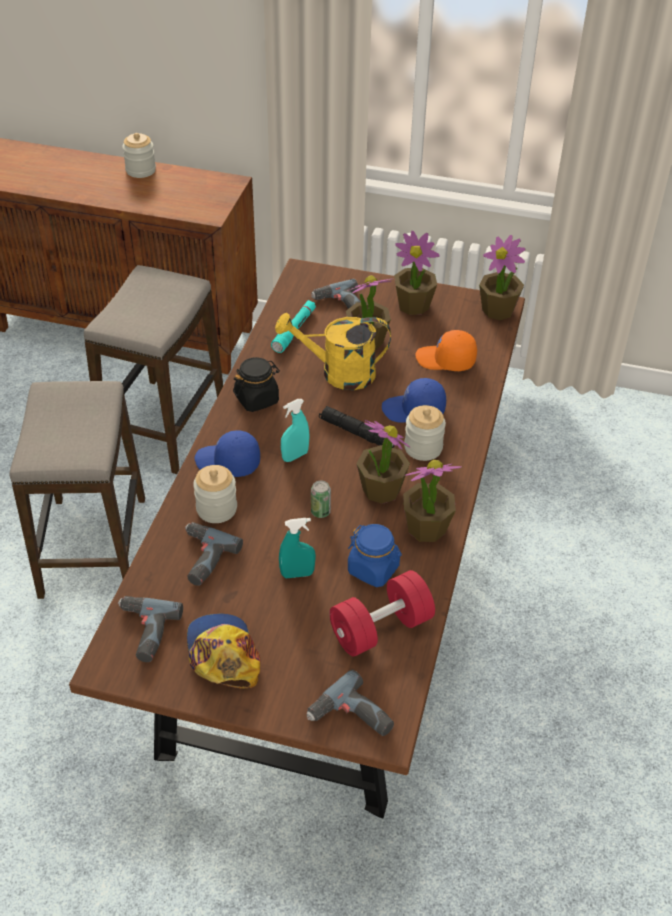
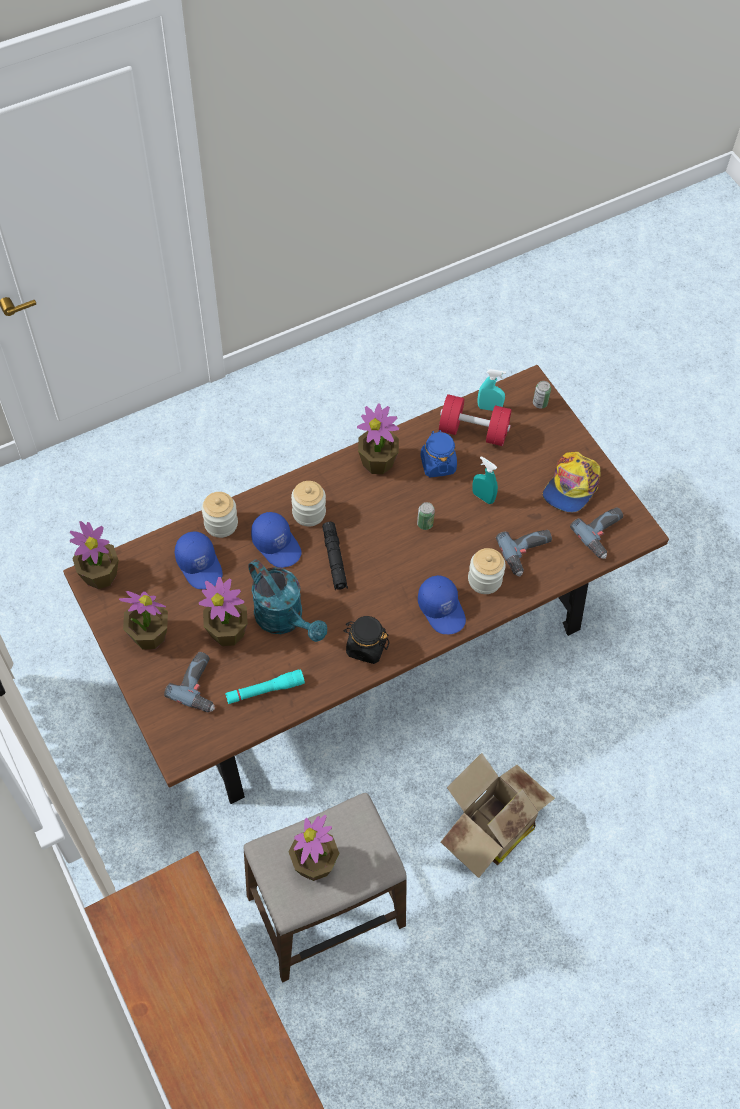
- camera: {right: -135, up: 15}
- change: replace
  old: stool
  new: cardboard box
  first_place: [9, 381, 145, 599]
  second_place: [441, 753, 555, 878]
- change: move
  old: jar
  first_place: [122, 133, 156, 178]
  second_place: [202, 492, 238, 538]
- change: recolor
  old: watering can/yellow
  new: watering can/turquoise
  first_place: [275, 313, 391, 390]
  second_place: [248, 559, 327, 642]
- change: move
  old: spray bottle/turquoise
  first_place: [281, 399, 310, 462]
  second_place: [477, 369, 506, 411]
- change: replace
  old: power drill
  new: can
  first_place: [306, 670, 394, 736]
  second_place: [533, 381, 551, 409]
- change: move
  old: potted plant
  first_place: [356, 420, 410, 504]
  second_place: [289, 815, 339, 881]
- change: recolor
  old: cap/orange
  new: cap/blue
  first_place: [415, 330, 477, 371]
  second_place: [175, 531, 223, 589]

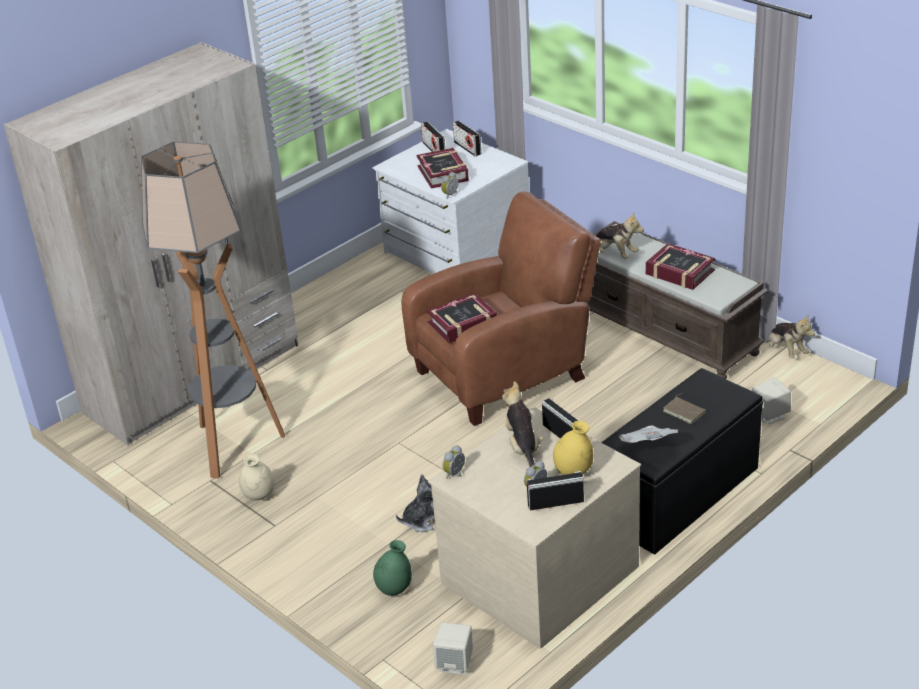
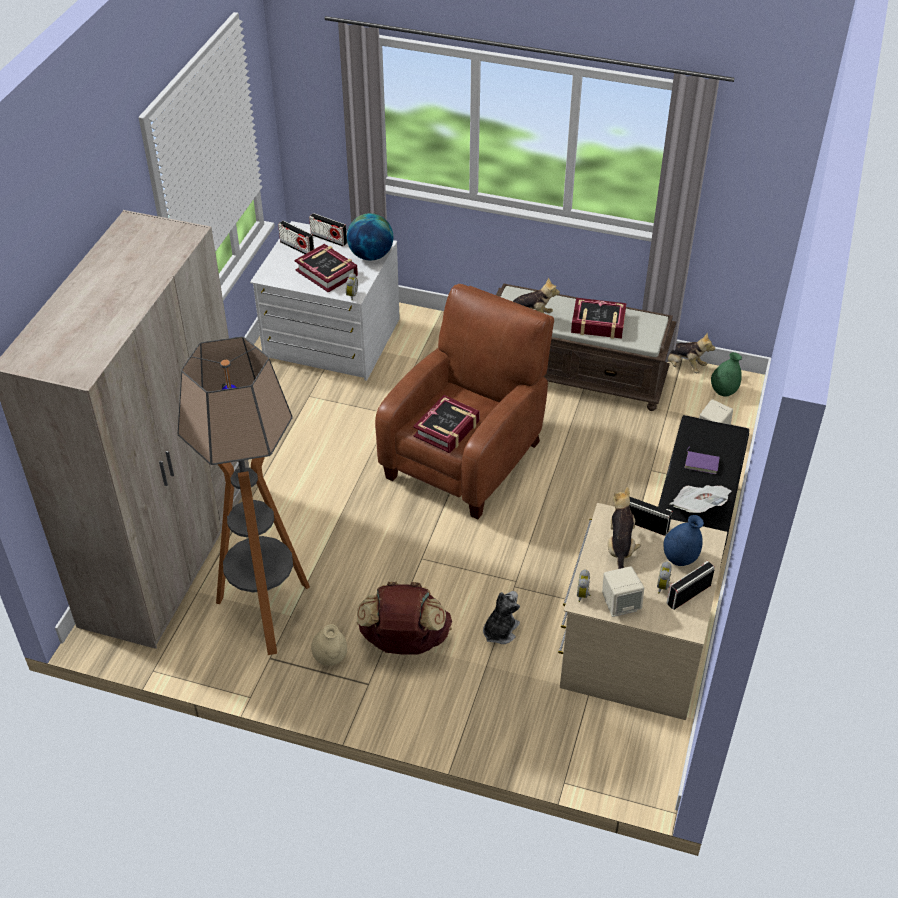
- camera: {right: -30, up: 10}
- change: move
  old: vase/green
  first_place: [373, 540, 412, 596]
  second_place: [711, 352, 742, 397]
- change: move
  old: speaker/beige
  first_place: [433, 623, 473, 675]
  second_place: [602, 566, 644, 617]
- change: rotate
  old: plush toy
  first_place: [502, 381, 544, 467]
  second_place: [608, 487, 641, 569]
  degrees: 45
- change: recolor
  old: vase/yellow
  new: vase/blue
  first_place: [553, 421, 593, 475]
  second_place: [663, 515, 704, 566]
- change: recolor
  old: book/brown
  new: book/purple
  first_place: [663, 394, 706, 424]
  second_place: [684, 446, 720, 474]
- change: insert
  new: globe
  second_place: [347, 213, 393, 261]
- change: insert
  new: backpack/brown
  second_place: [357, 582, 452, 655]

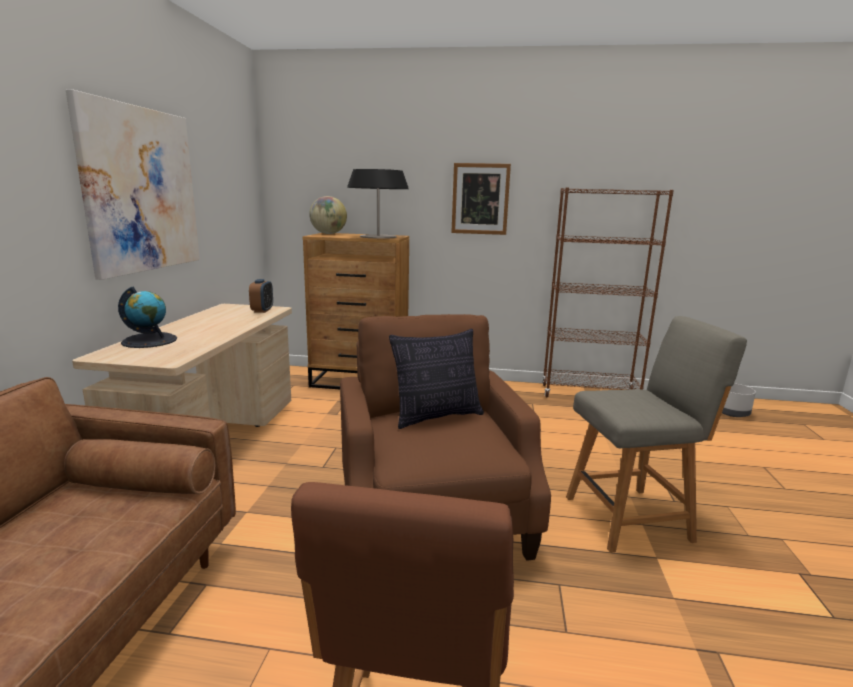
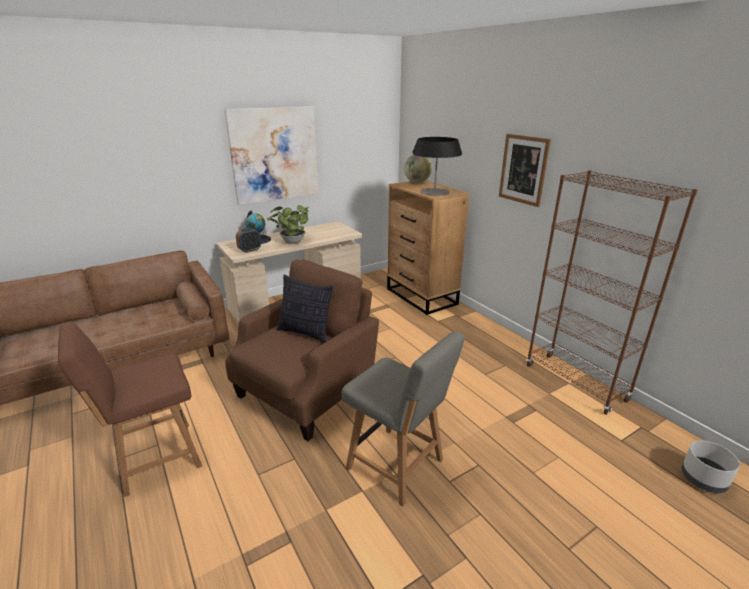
- camera: {right: 50, up: 10}
- change: move
  old: alarm clock
  first_place: [249, 279, 273, 313]
  second_place: [236, 228, 261, 253]
- change: insert
  new: potted plant
  second_place: [267, 205, 309, 244]

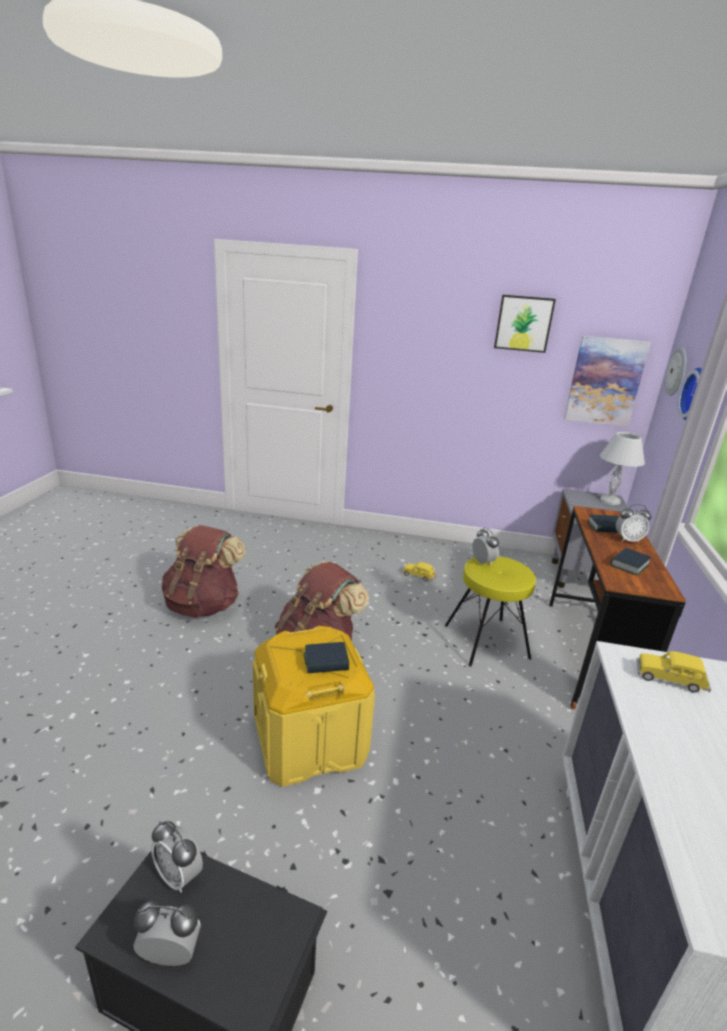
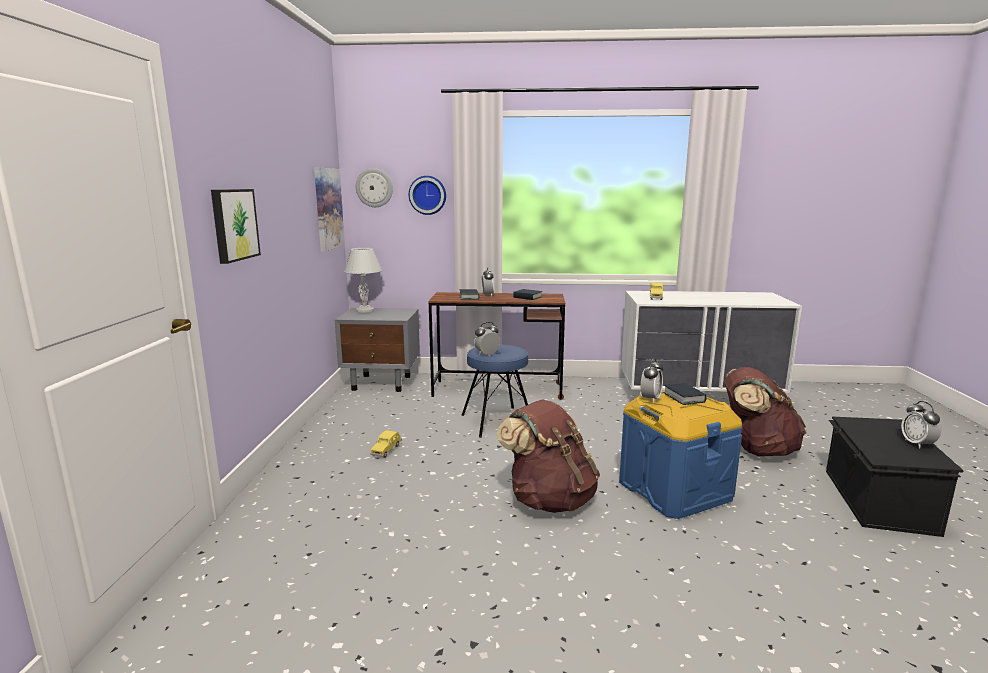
- camera: {right: -95, up: -10}
- change: move
  old: alarm clock
  first_place: [151, 821, 203, 893]
  second_place: [641, 358, 663, 403]
- change: move
  old: backpack/brown
  first_place: [162, 525, 246, 618]
  second_place: [724, 367, 806, 456]
- change: recolor
  old: storage box/yellow
  new: storage box/blue
  first_place: [253, 626, 375, 787]
  second_place: [619, 391, 742, 519]
- change: recolor
  old: stool/yellow
  new: stool/blue
  first_place: [445, 556, 536, 667]
  second_place: [462, 345, 528, 438]
- change: move
  old: picture
  first_place: [494, 295, 556, 353]
  second_place: [211, 189, 261, 264]

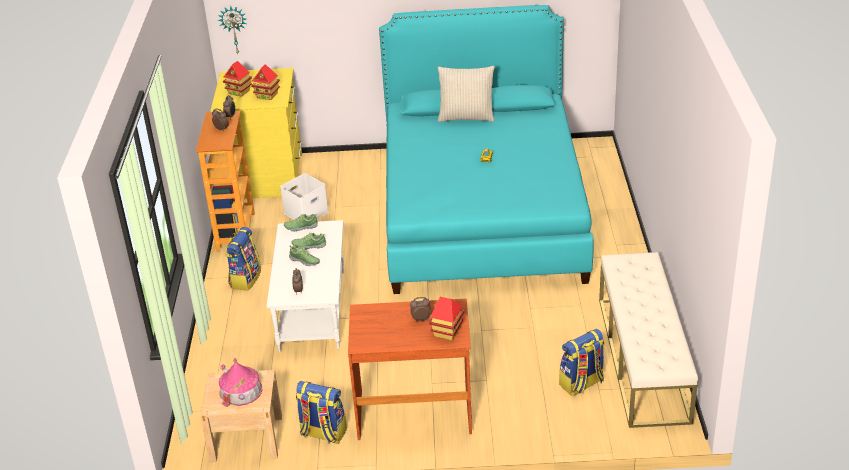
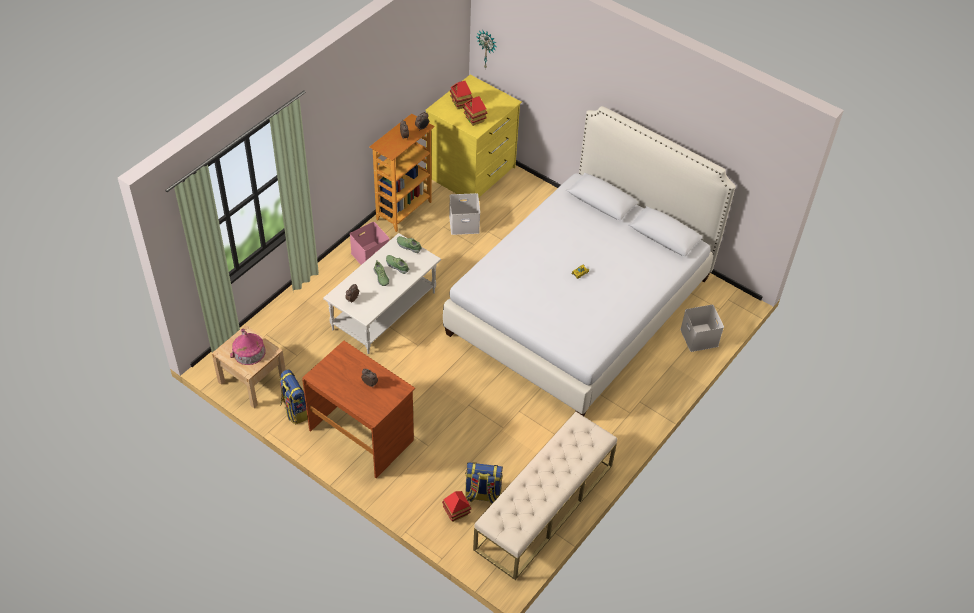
- camera: {right: 35, up: 15}
- change: replace
  old: backpack
  new: storage box/pink
  first_place: [226, 227, 261, 291]
  second_place: [350, 222, 389, 265]
- change: recolor
  old: bed/turquoise
  new: bed/white
  first_place: [379, 5, 594, 294]
  second_place: [443, 106, 736, 416]
- change: move
  old: toy house
  first_place: [429, 297, 464, 340]
  second_place: [442, 491, 472, 522]
- change: delete
  old: pillow/beige
  first_place: [438, 66, 495, 122]
- change: insert
  new: storage box/white
  second_place: [680, 305, 724, 352]

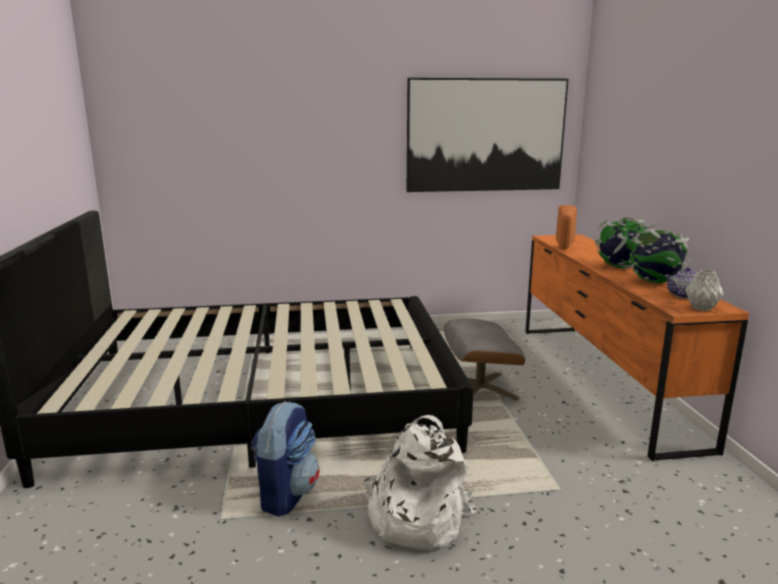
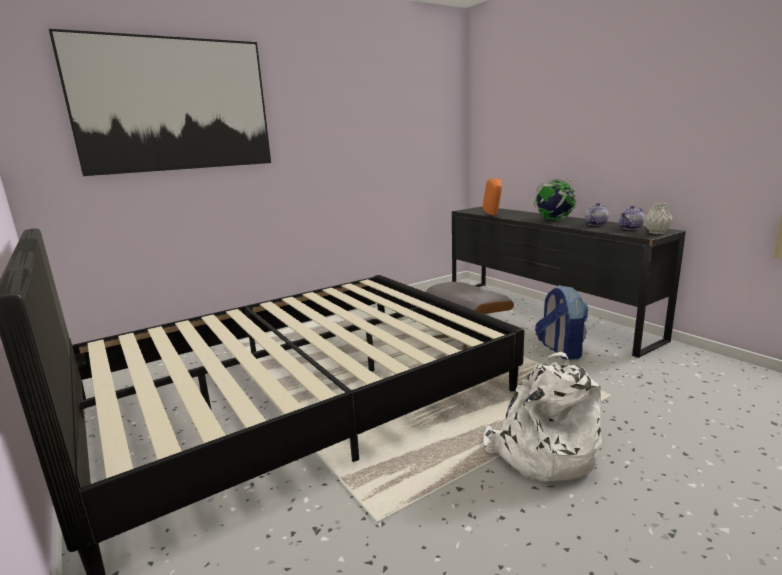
- camera: {right: -25, up: 0}
- change: move
  old: backpack
  first_place: [250, 401, 320, 516]
  second_place: [535, 285, 589, 360]
- change: move
  old: picture
  first_place: [407, 78, 568, 192]
  second_place: [49, 29, 271, 176]
- change: recolor
  old: dresser/orange
  new: dresser/black
  first_place: [525, 234, 749, 461]
  second_place: [452, 207, 686, 358]
- change: replace
  old: globe
  new: teapot
  first_place: [629, 225, 690, 283]
  second_place: [585, 203, 609, 226]

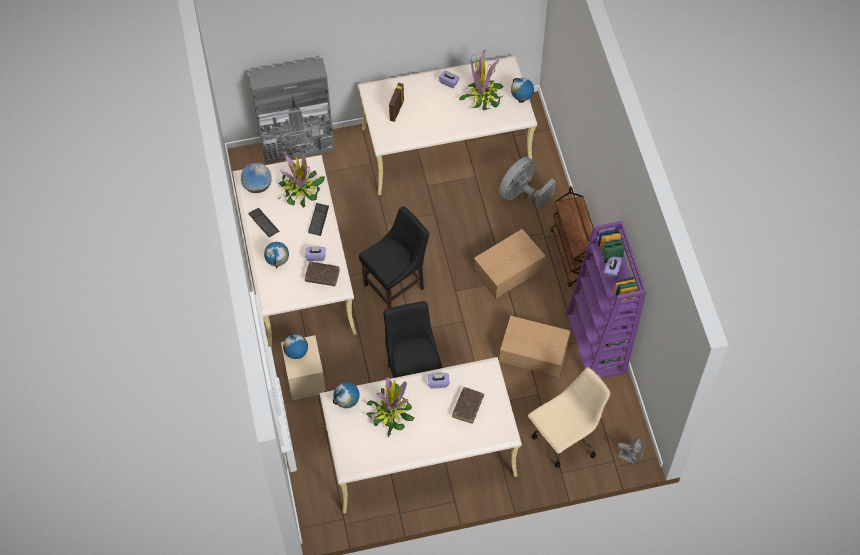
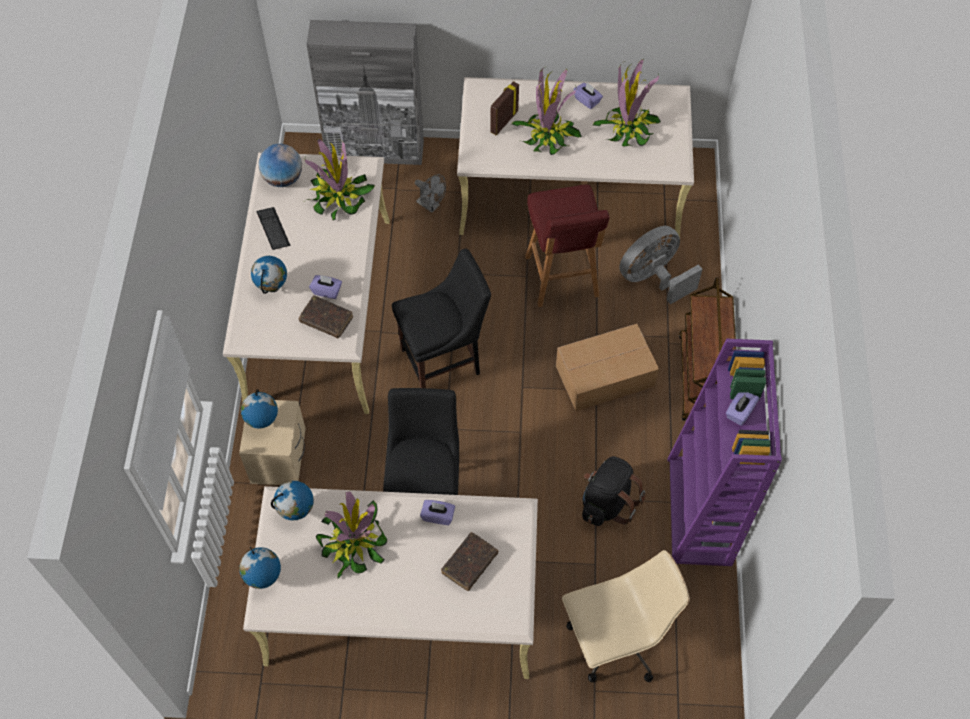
- camera: {right: 15, up: 0}
- change: delete
  old: keyboard
  first_place: [308, 203, 329, 236]
- change: replace
  old: cardboard box
  new: backpack/black
  first_place: [499, 316, 570, 377]
  second_place: [582, 456, 645, 526]
- change: move
  old: globe
  first_place: [511, 78, 534, 103]
  second_place: [239, 547, 281, 589]
- change: move
  old: fan/grey
  first_place: [618, 436, 645, 464]
  second_place: [415, 174, 446, 213]
- change: insert
  new: potted plant
  second_place: [512, 66, 582, 155]
- change: insert
  new: stool/red
  second_place: [525, 185, 610, 307]

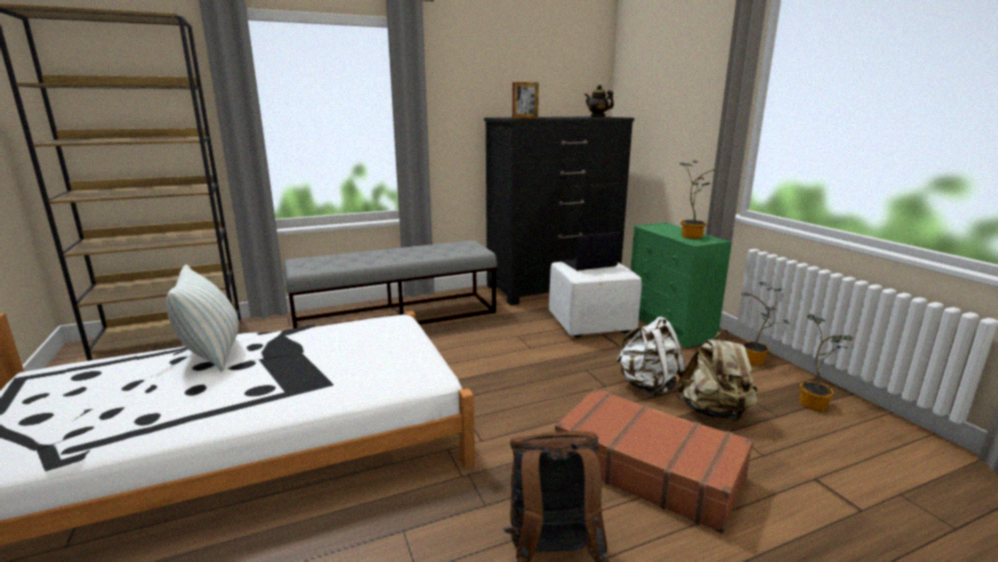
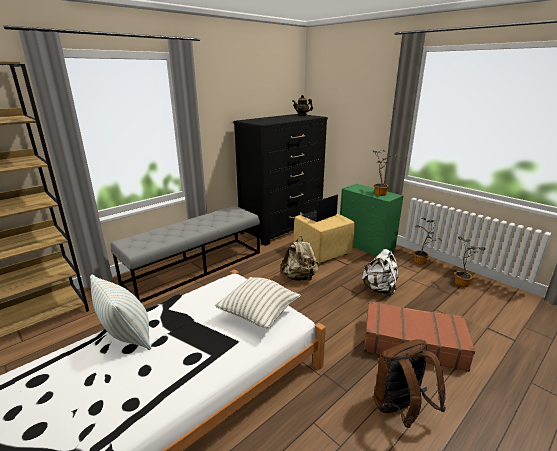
- camera: {right: -20, up: 5}
- change: delete
  old: picture frame
  first_place: [512, 82, 539, 119]
- change: recolor
  old: ottoman/white
  new: ottoman/yellow
  first_place: [549, 262, 642, 338]
  second_place: [294, 213, 355, 263]
- change: move
  old: backpack/beige
  first_place: [676, 330, 758, 421]
  second_place: [281, 236, 319, 281]
- change: insert
  new: pillow
  second_place: [215, 277, 301, 329]

